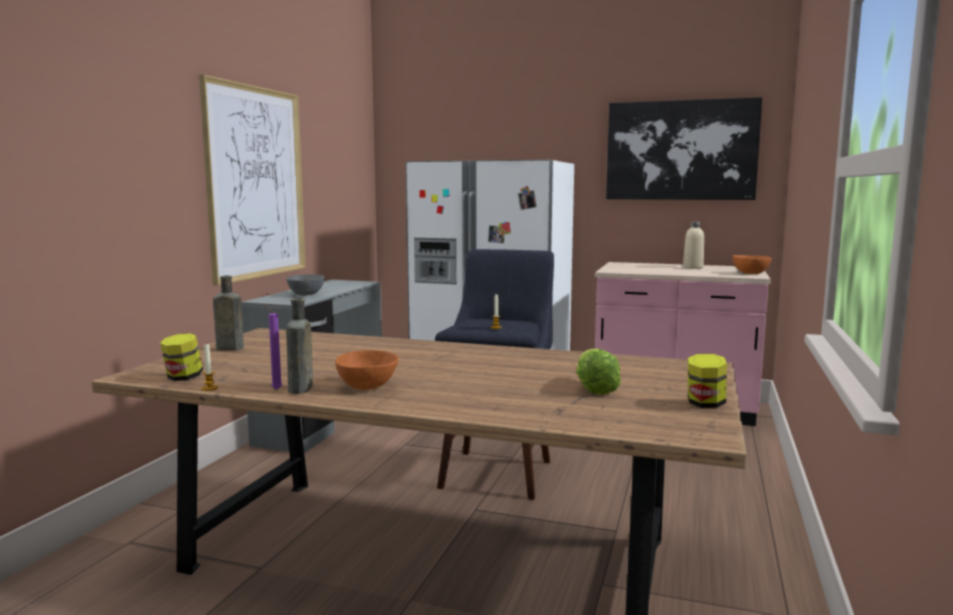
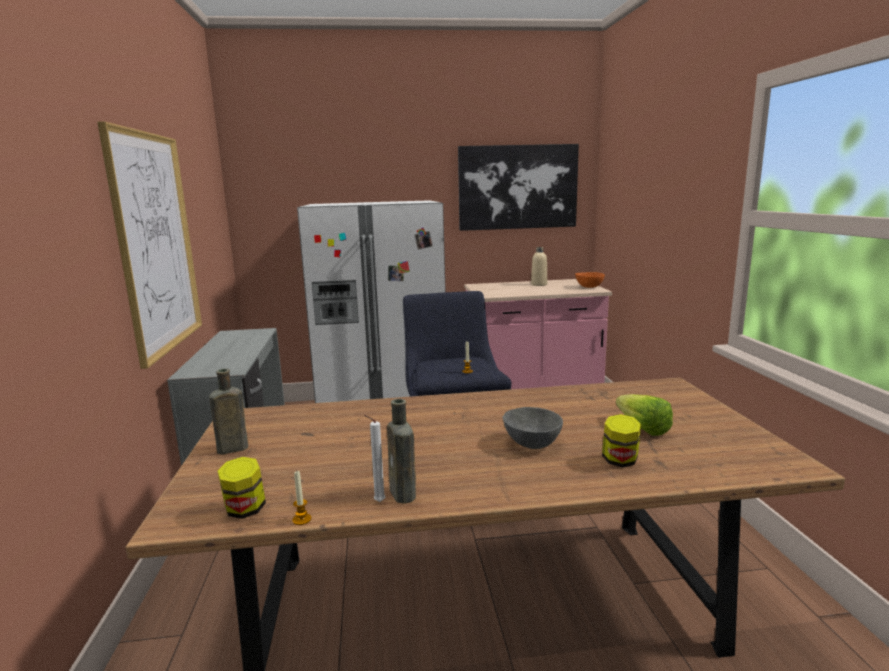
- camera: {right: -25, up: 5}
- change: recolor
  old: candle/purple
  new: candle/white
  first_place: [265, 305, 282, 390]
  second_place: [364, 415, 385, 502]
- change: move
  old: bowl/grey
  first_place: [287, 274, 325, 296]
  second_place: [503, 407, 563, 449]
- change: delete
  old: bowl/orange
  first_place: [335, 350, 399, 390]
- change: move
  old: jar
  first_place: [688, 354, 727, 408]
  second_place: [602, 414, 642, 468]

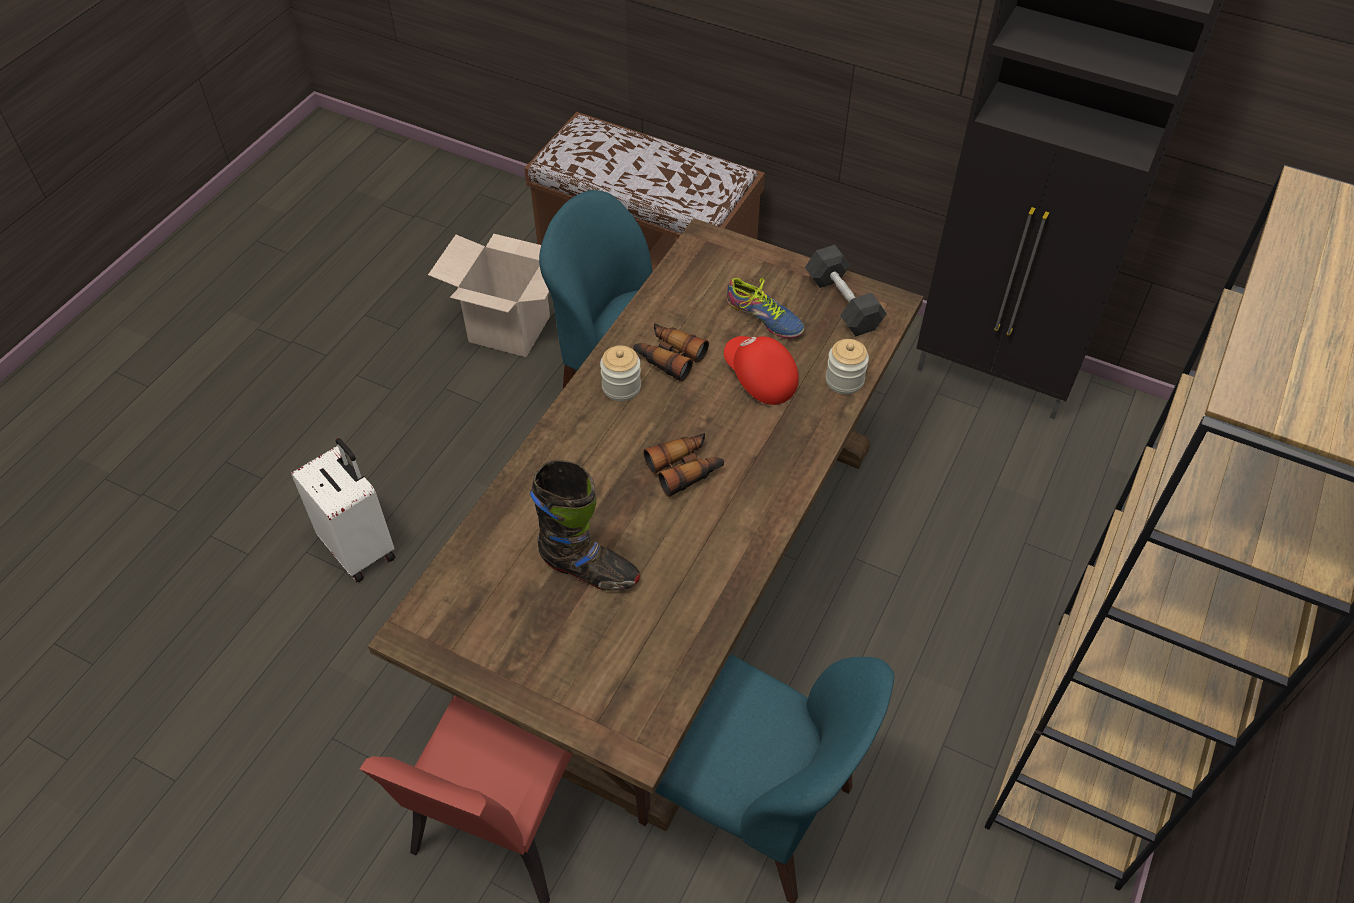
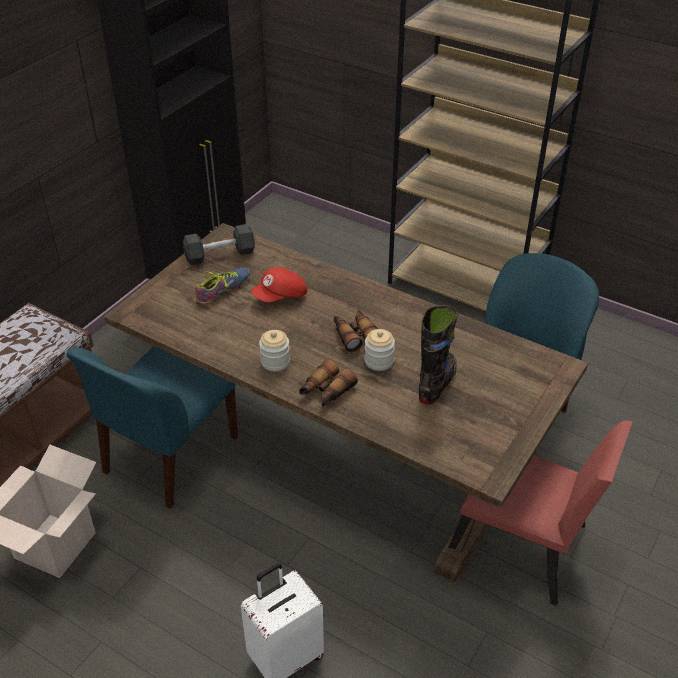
- camera: {right: -85, up: -10}
- change: move
  old: binoculars
  first_place: [633, 323, 709, 382]
  second_place: [299, 359, 358, 407]
- change: move
  old: jar
  first_place: [826, 339, 869, 394]
  second_place: [364, 329, 395, 371]

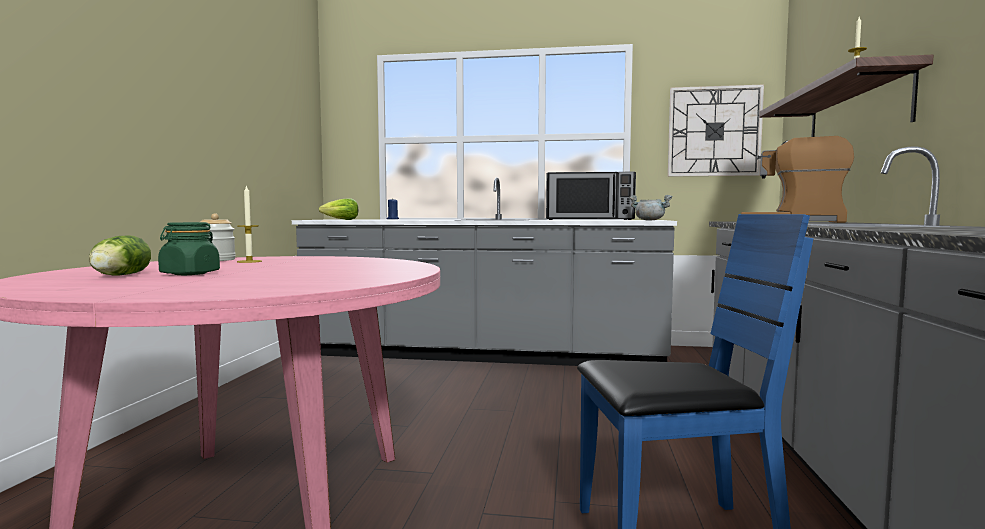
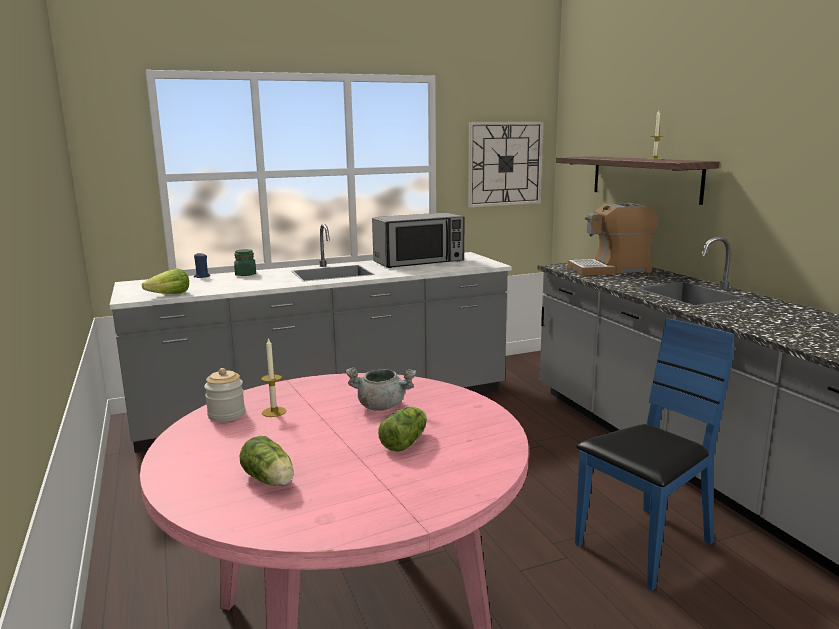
- camera: {right: -30, up: 10}
- change: move
  old: jar/green
  first_place: [158, 222, 220, 275]
  second_place: [234, 249, 256, 276]
- change: move
  old: cooking pot/grey
  first_place: [629, 195, 673, 220]
  second_place: [345, 367, 416, 411]
- change: insert
  new: lettuce
  second_place: [378, 407, 427, 452]

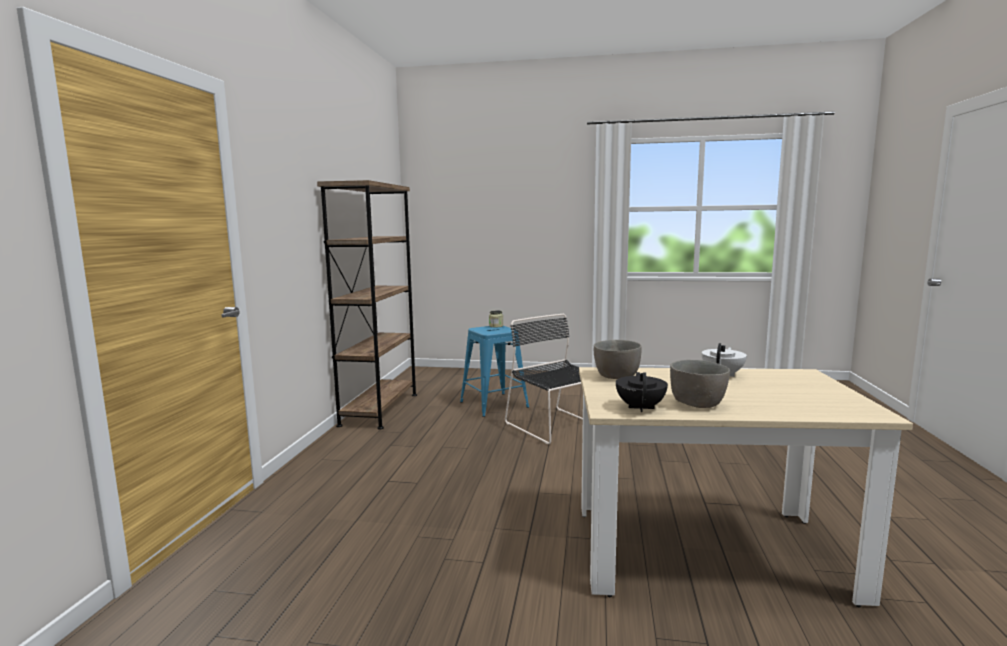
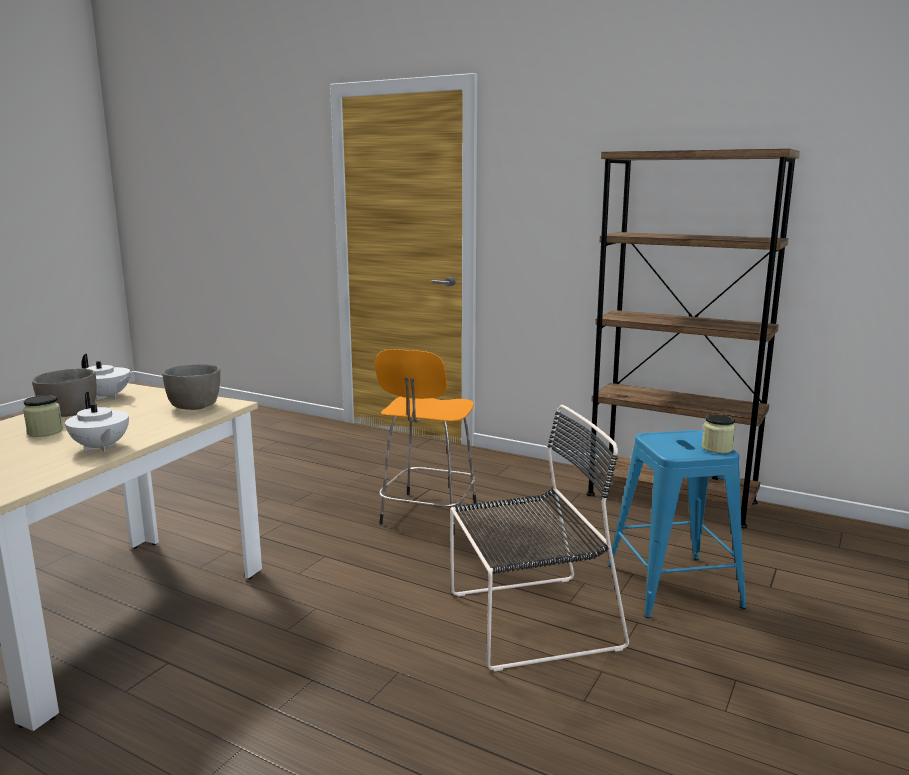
- camera: {right: 110, up: 5}
- change: recolor
  old: teapot/black
  new: teapot/white
  first_place: [616, 372, 668, 412]
  second_place: [81, 354, 130, 400]
- change: insert
  new: jar
  second_place: [23, 395, 63, 437]
- change: insert
  new: stool/orange
  second_place: [375, 349, 477, 535]

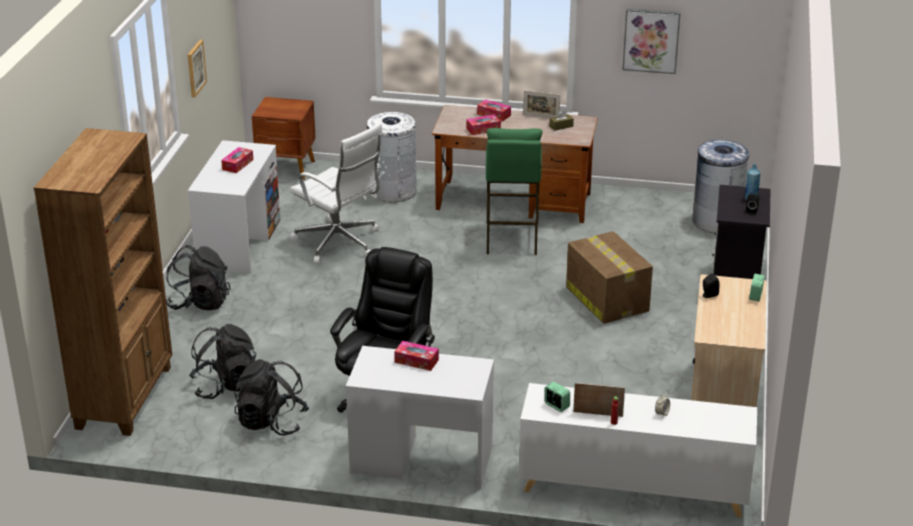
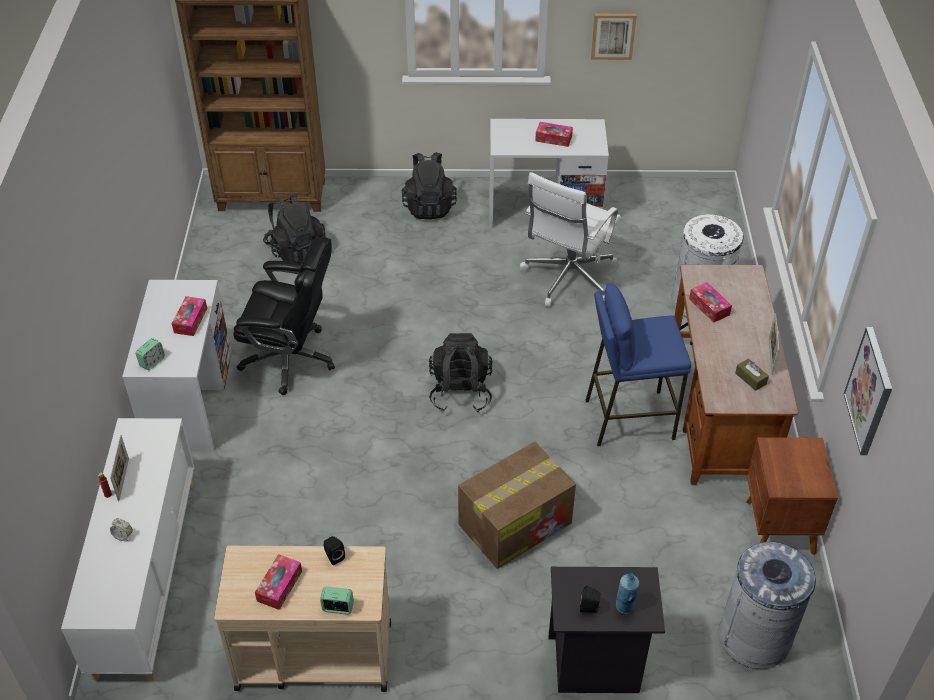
- camera: {right: 80, up: 15}
- change: move
  old: backpack/black
  first_place: [234, 359, 309, 436]
  second_place: [429, 333, 493, 412]
- change: move
  old: nightstand/brown
  first_place: [252, 97, 316, 180]
  second_place: [746, 437, 838, 555]
- change: move
  old: tissue box
  first_place: [477, 99, 511, 121]
  second_place: [255, 554, 302, 610]
- change: recolor
  old: stool/green
  new: stool/blue
  first_place: [486, 128, 543, 255]
  second_place: [585, 283, 691, 446]
- change: move
  old: alarm clock
  first_place: [545, 382, 570, 412]
  second_place: [136, 338, 165, 370]

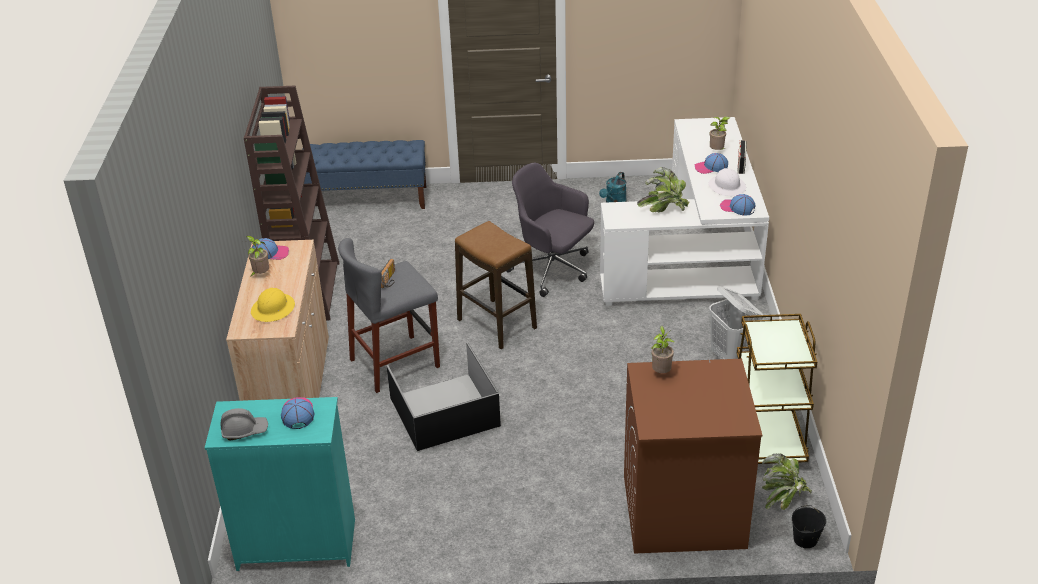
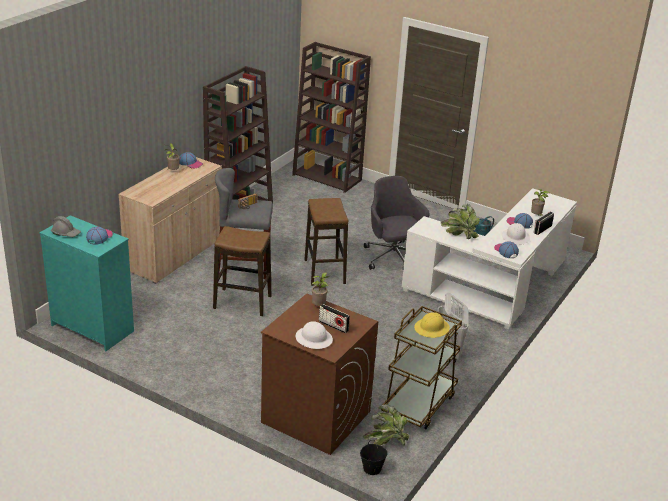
- camera: {right: 30, up: -5}
- change: move
  old: hard hat/yellow
  first_place: [251, 288, 295, 322]
  second_place: [414, 312, 450, 338]
- change: replace
  old: bench/blue
  new: bookcase/brown
  first_place: [302, 140, 426, 209]
  second_place: [292, 42, 371, 193]
- change: replace
  old: storage box/black
  new: stool
  first_place: [386, 343, 501, 451]
  second_place: [213, 226, 271, 316]
- change: insert
  new: hard hat/white
  second_place: [295, 321, 333, 349]
- change: insert
  new: radio
  second_place: [319, 304, 350, 333]

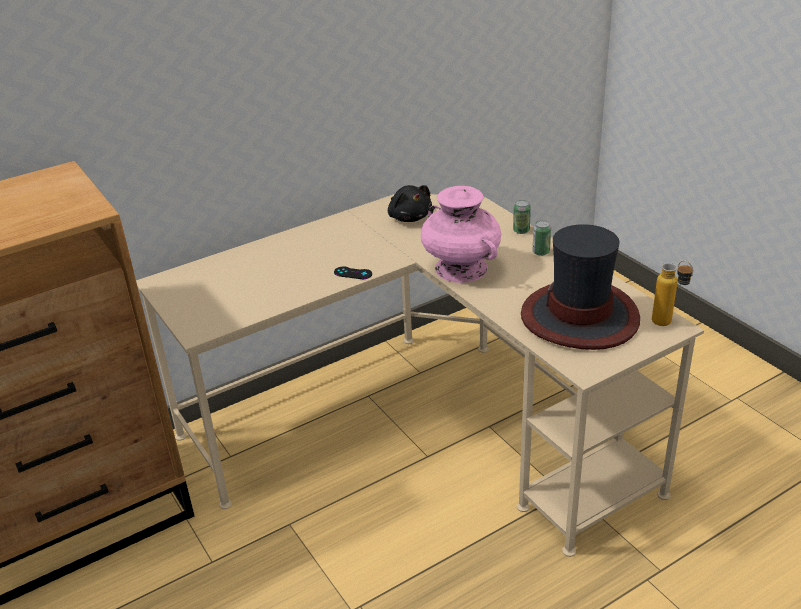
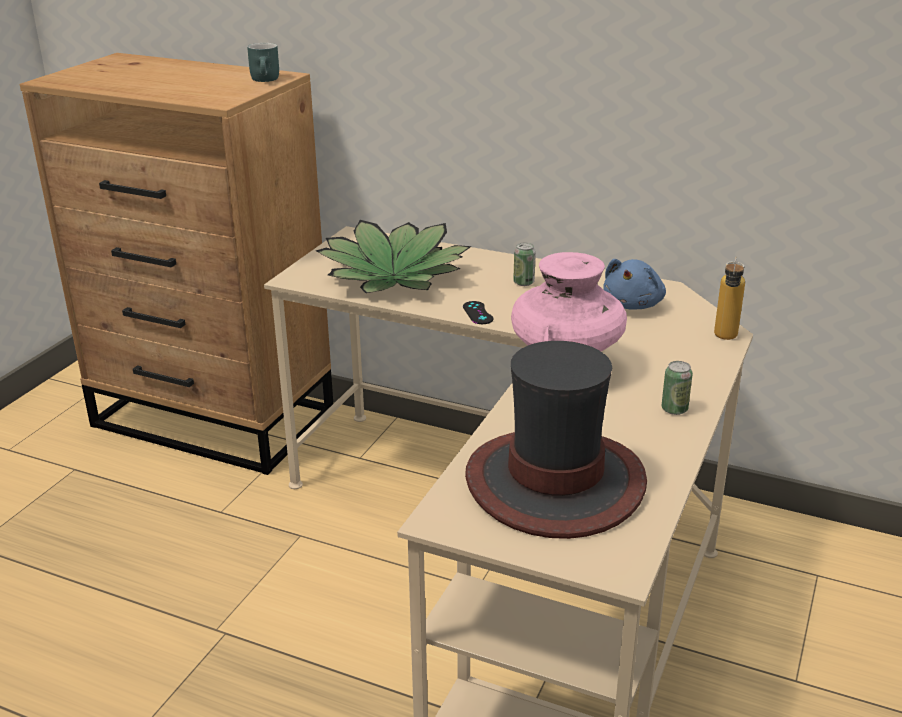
- camera: {right: 55, up: -5}
- change: recolor
  old: plush toy/black
  new: plush toy/blue
  first_place: [388, 185, 432, 222]
  second_place: [603, 259, 666, 309]
- change: move
  old: can
  first_place: [513, 200, 531, 234]
  second_place: [513, 243, 536, 286]
- change: move
  old: bottle
  first_place: [652, 260, 693, 326]
  second_place: [714, 256, 745, 340]
- change: insert
  new: mug/turquoise
  second_place: [247, 43, 279, 82]
- change: insert
  new: potted plant
  second_place: [316, 220, 472, 293]

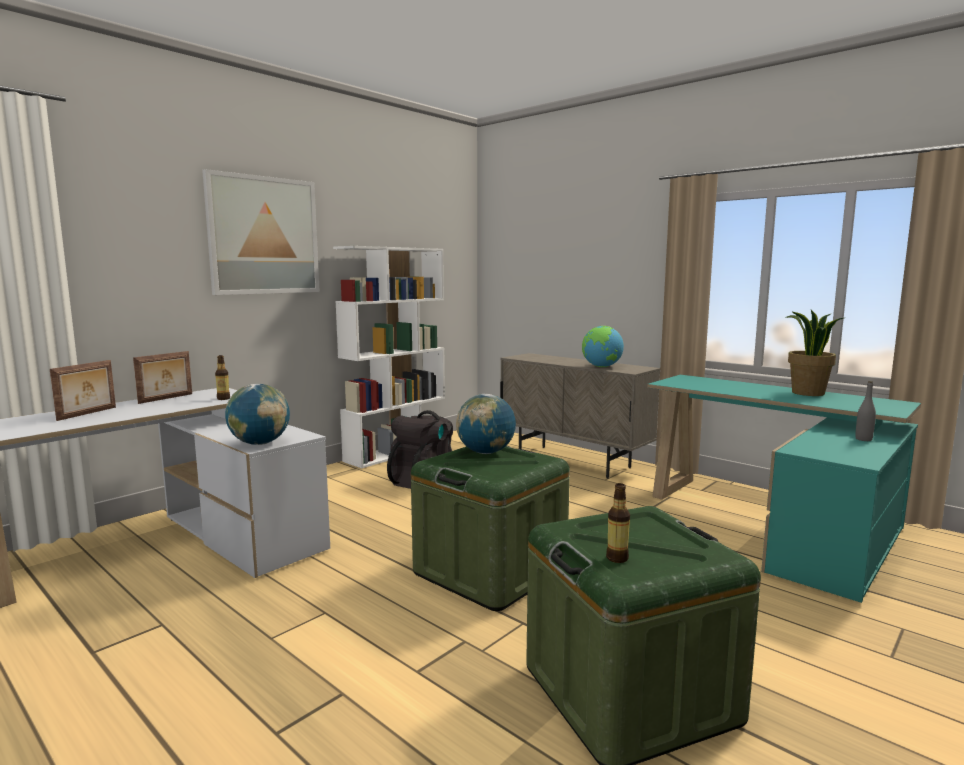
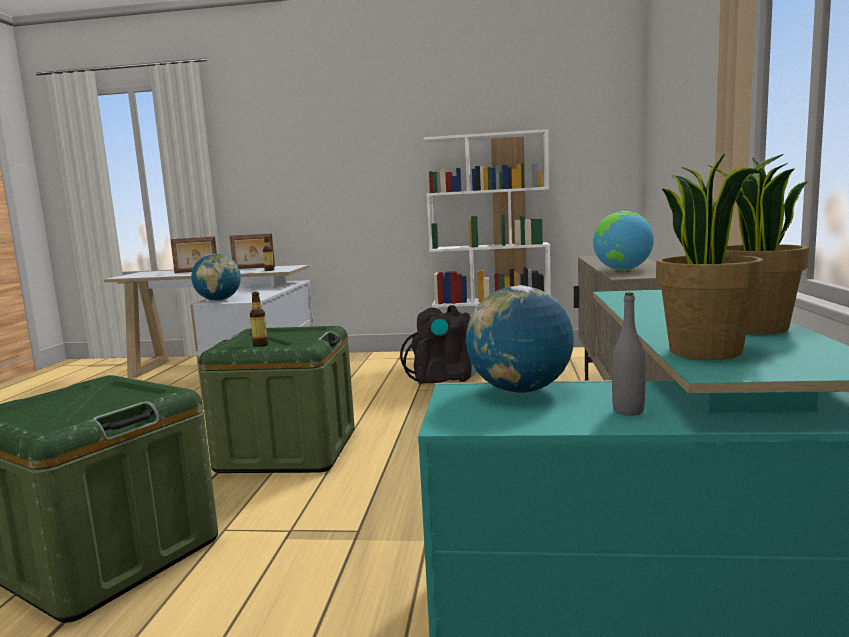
- camera: {right: 55, up: 0}
- change: delete
  old: picture
  first_place: [202, 169, 319, 295]
- change: move
  old: globe
  first_place: [456, 394, 516, 454]
  second_place: [466, 285, 574, 393]
- change: move
  old: bottle
  first_place: [606, 483, 630, 563]
  second_place: [250, 292, 268, 347]
- change: insert
  new: potted plant
  second_place: [656, 153, 784, 360]

